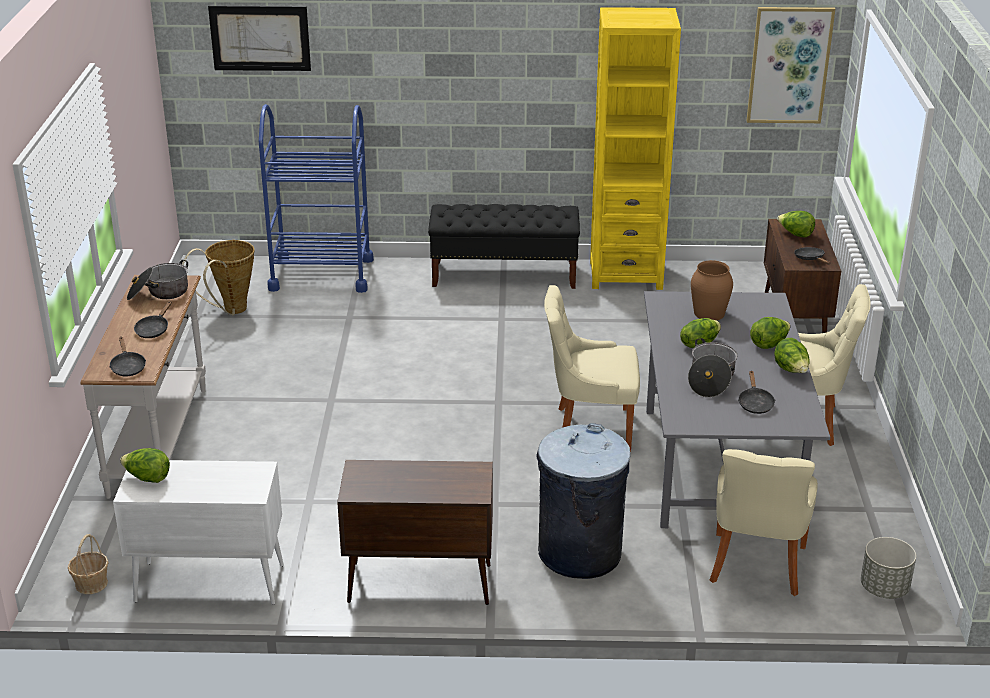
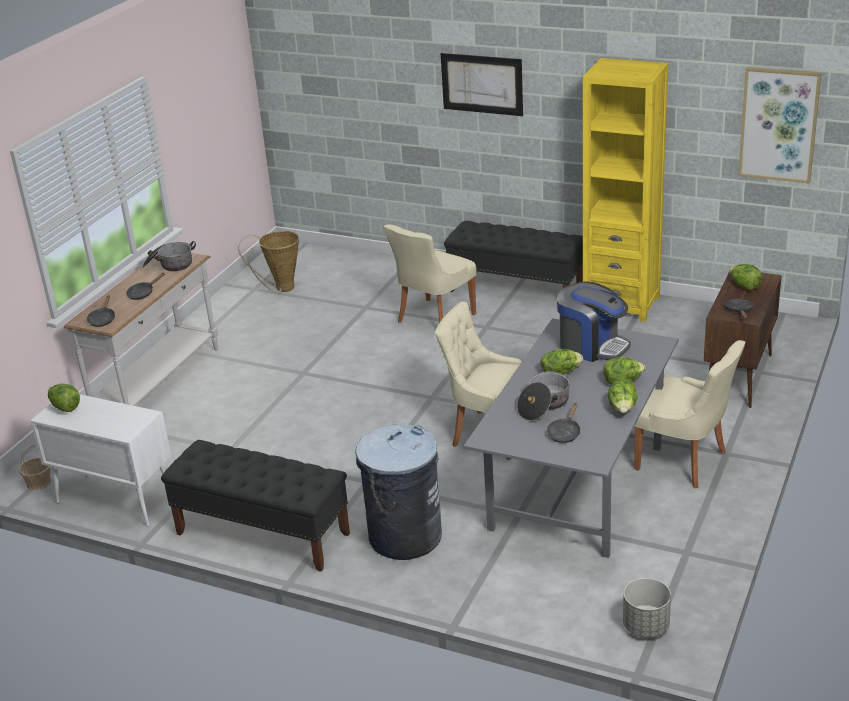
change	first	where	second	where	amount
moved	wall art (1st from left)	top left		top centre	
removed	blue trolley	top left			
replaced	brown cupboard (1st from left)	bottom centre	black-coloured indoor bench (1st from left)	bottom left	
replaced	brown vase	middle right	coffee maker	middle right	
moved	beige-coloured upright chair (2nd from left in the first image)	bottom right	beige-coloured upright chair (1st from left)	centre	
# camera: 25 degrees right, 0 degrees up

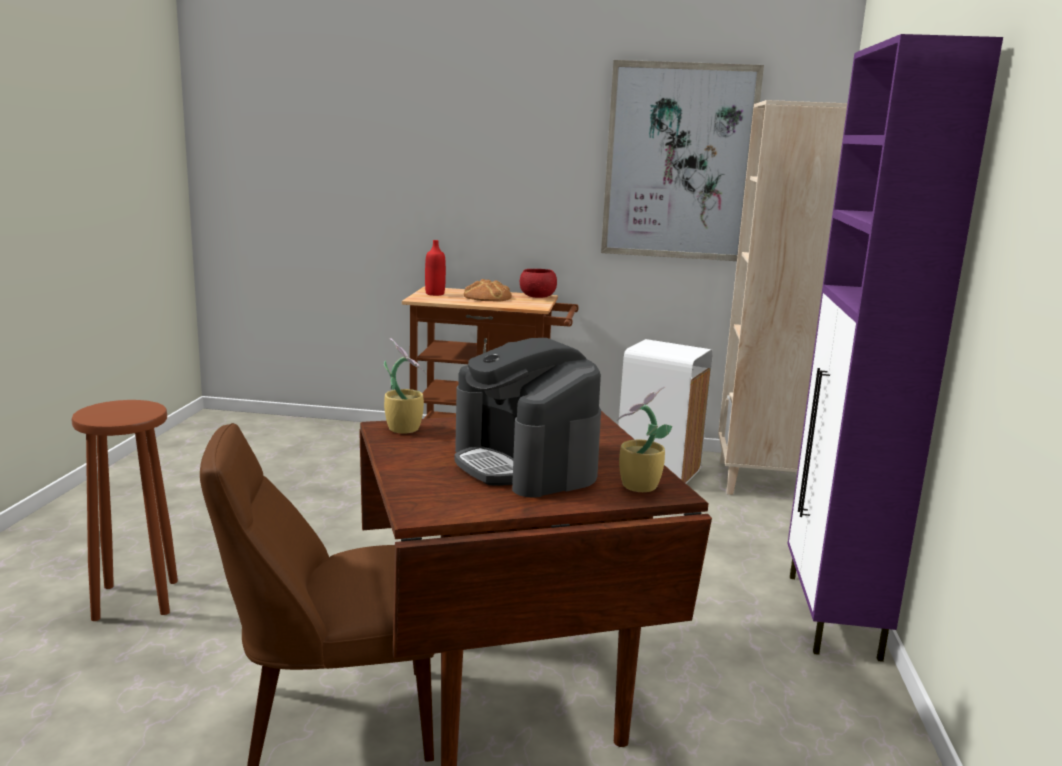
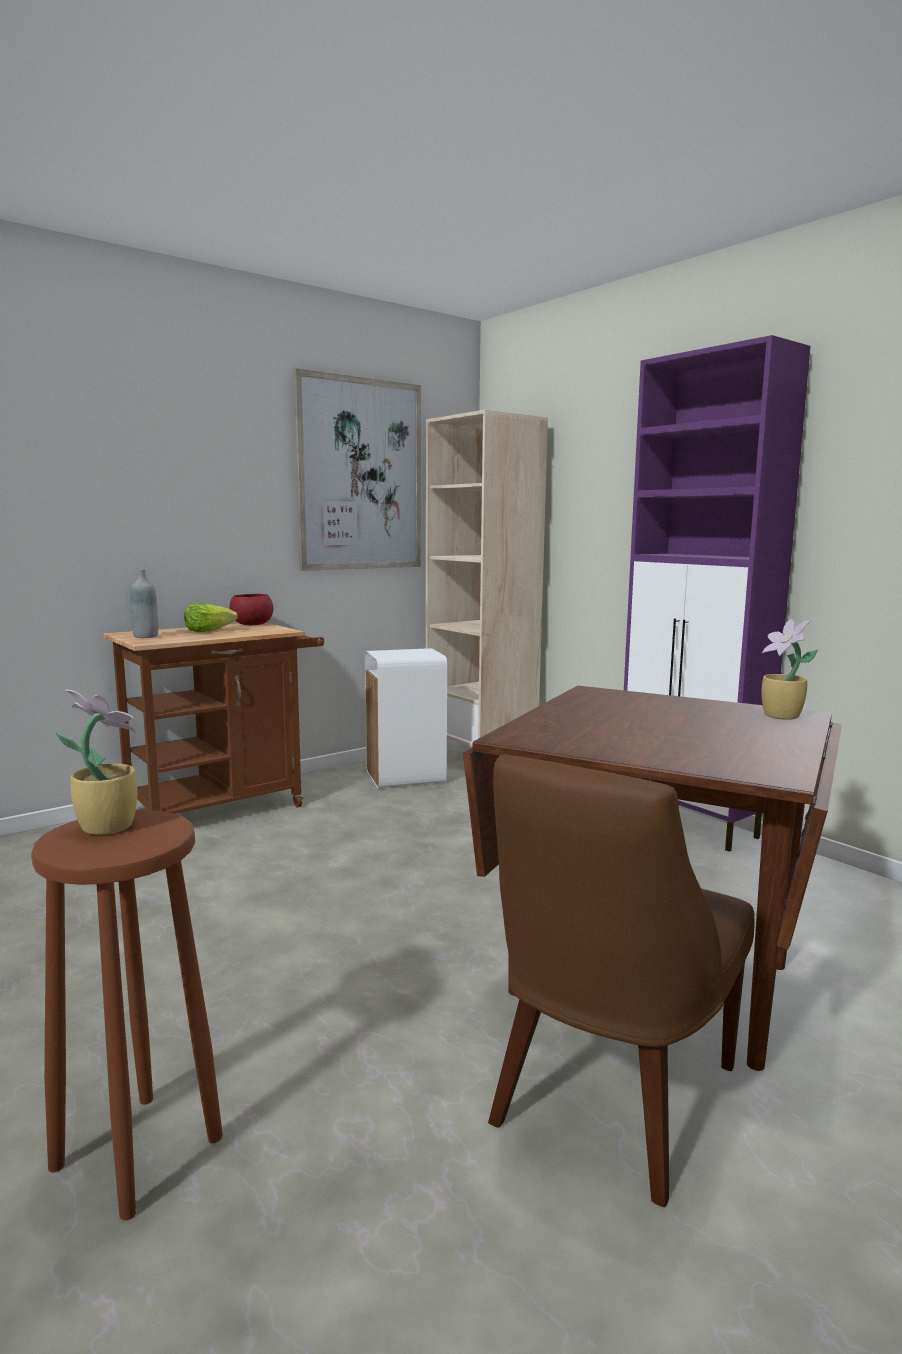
change	first	where	second	where	amount
moved	potted plant (1st from left)	centre		middle left	
recoloured	reddish bottle	centre	gray bottle	middle left	
removed	coffee maker	centre			
replaced	bakery bread	centre	lettuce	middle left	
# camera: 45 degrees left, 5 degrees down

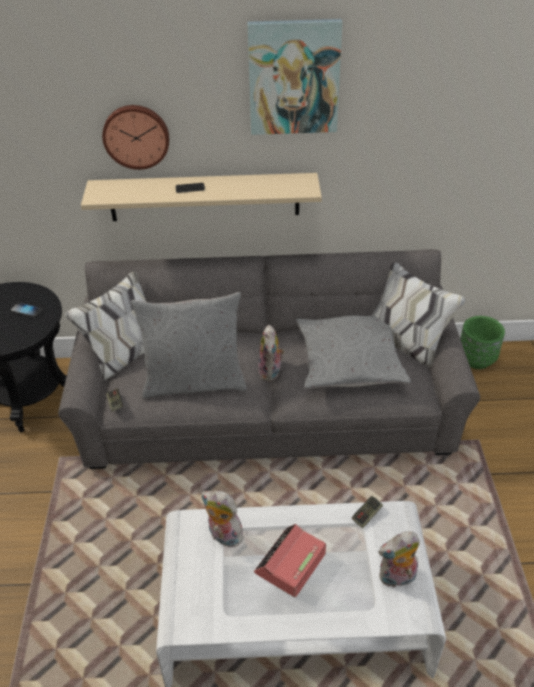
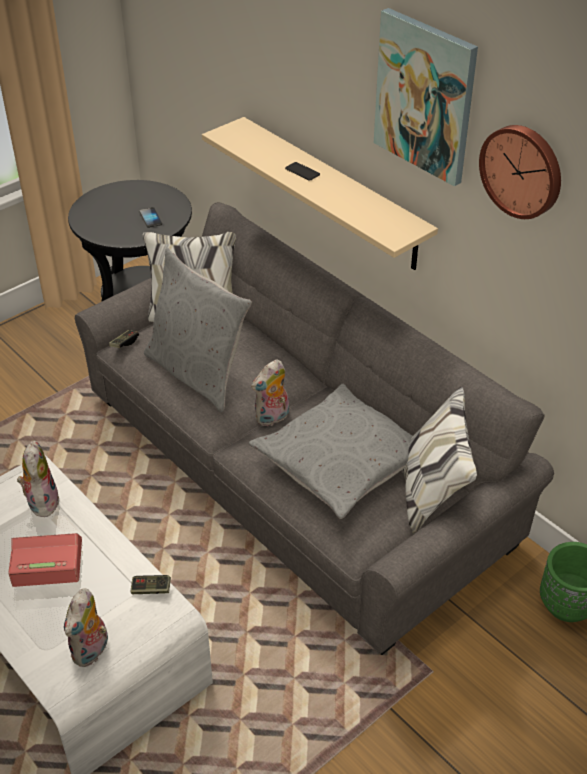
change	first	where	second	where	amount
moved	hanging clock	top left		top right	
turned	soft toy (3rd from left in the first image)	bottom right	soft toy (2nd from left)	bottom left	105 degrees counterclockwise
# camera: 50 degrees right, 0 degrees up

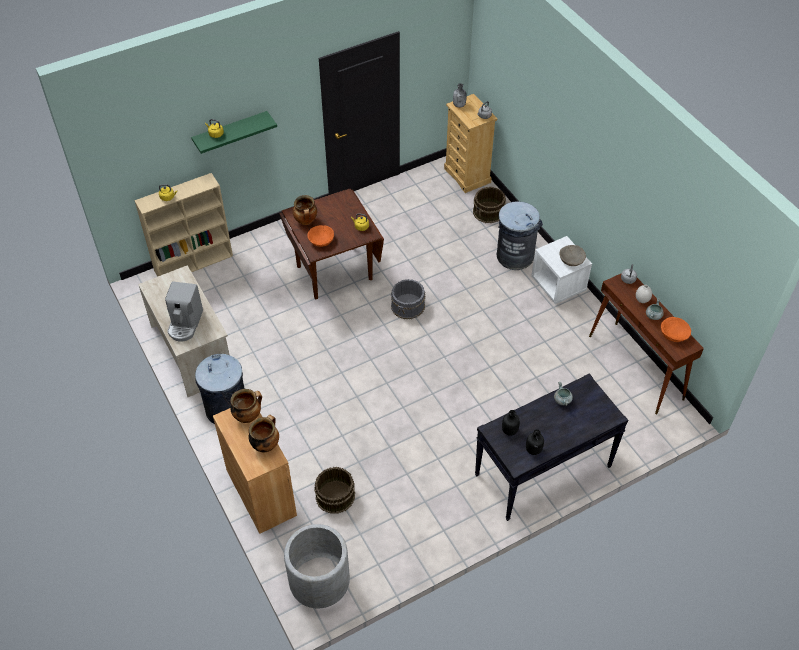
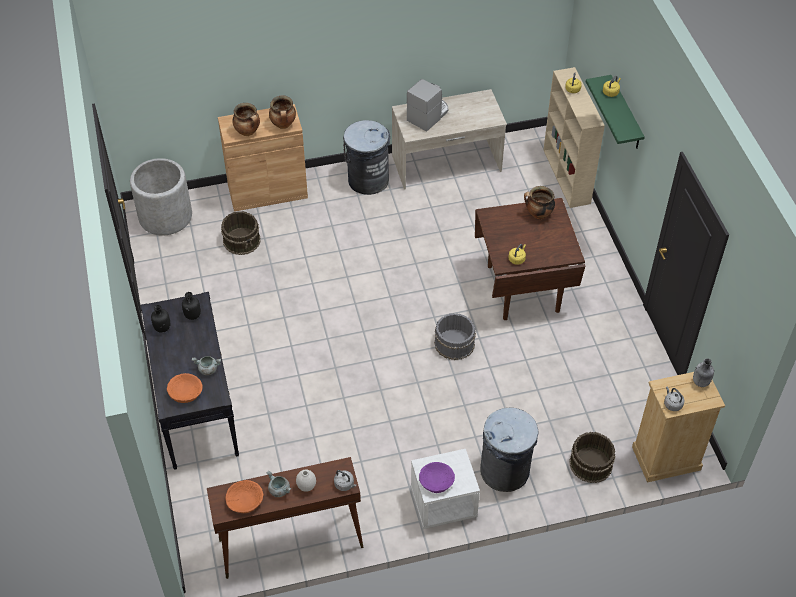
change	first	where	second	where	amount
turned	coffee maker	middle left		top centre	105 degrees clockwise
moved	orange serving bowl (1st from left)	centre		middle left	
recoloured	beige-coloured serving bowl	middle right	purple-coloured serving bowl	bottom centre	
# camera: 105 degrees right, 0 degrees up

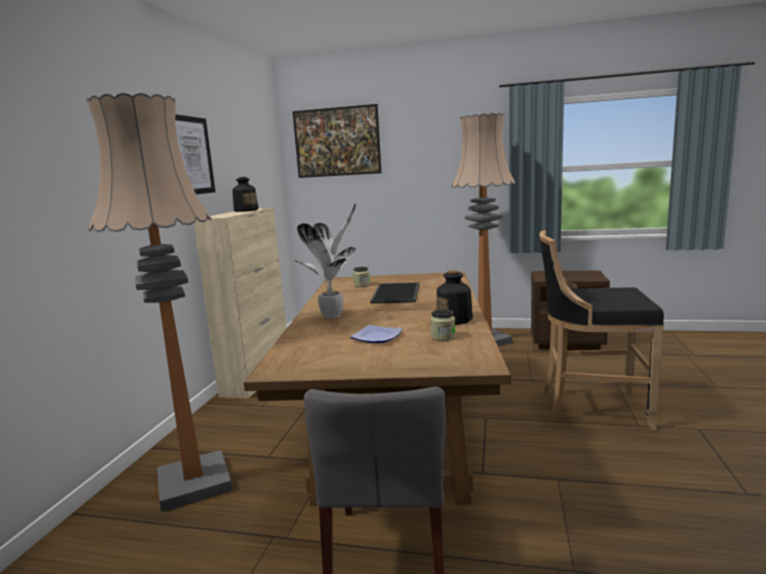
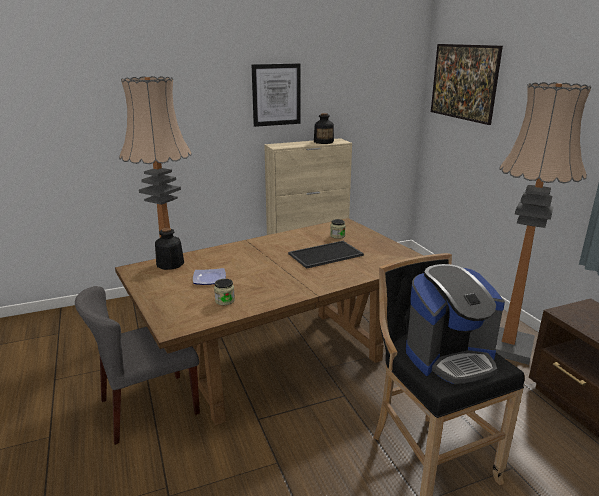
change	first	where	second	where	amount
removed	potted plant	centre			
moved	bottle (2nd from left in the first image)	centre	bottle (1st from left)	middle left	
added			coffee maker	middle right	
# camera: 55 degrees right, 10 degrees up

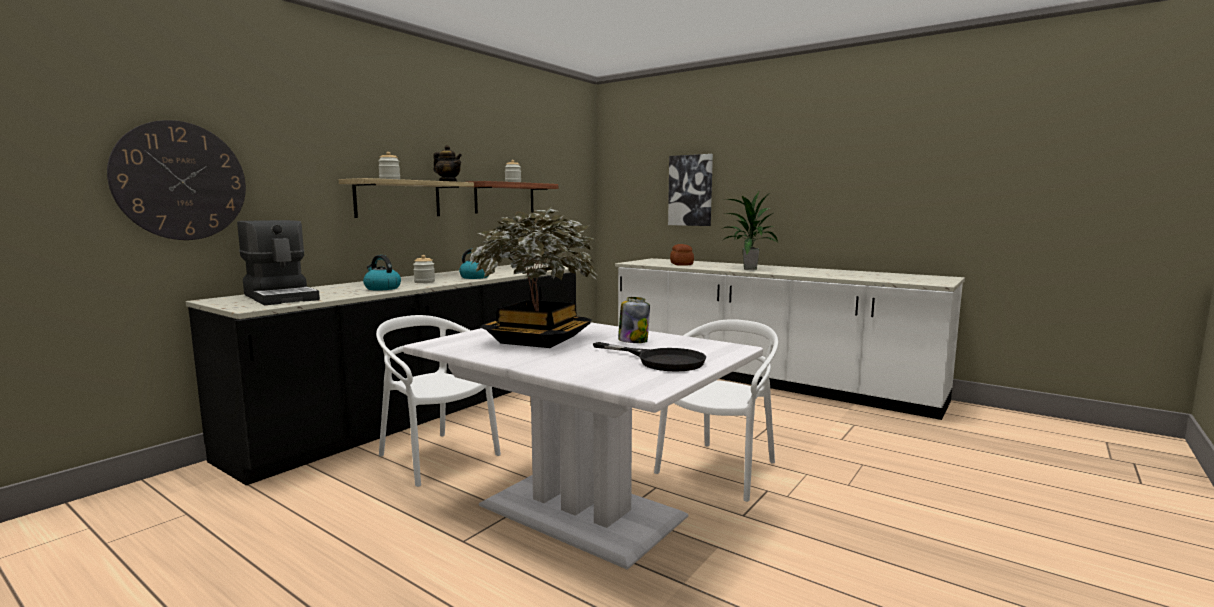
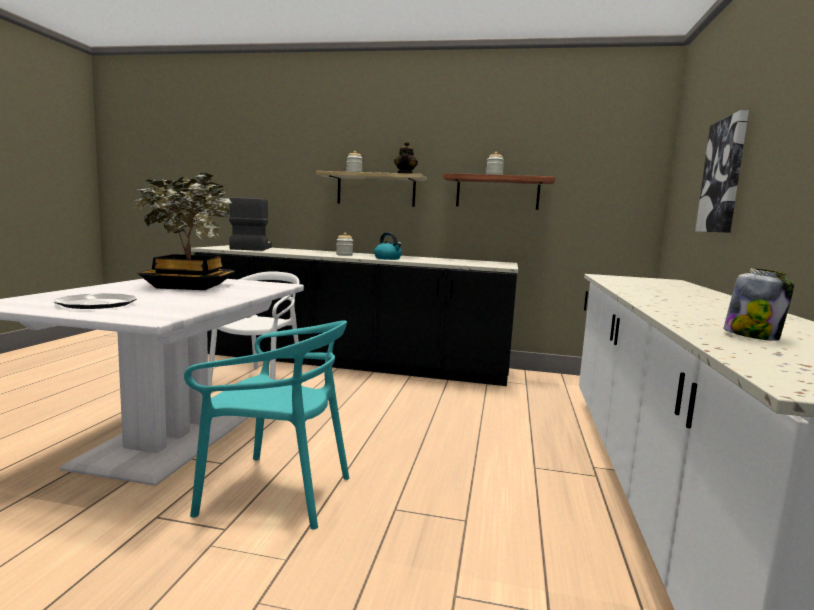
change	first	where	second	where	amount
removed	hanging clock	top left			
turned	coffee maker	middle left		middle left	150 degrees clockwise
removed	tea kettle (1st from left)	middle left			
replaced	black-coloured skillet	centre	dinner plate	middle left	
moved	storage jar (4th from left)	centre		middle right	
recoloured	whitish upright chair (2nd from left)	bottom centre	turquoise upright chair	bottom left	
removed	bakery bread	centre			
removed	potted plant (2nd from left)	centre			
# camera: 65 degrees right, 0 degrees up

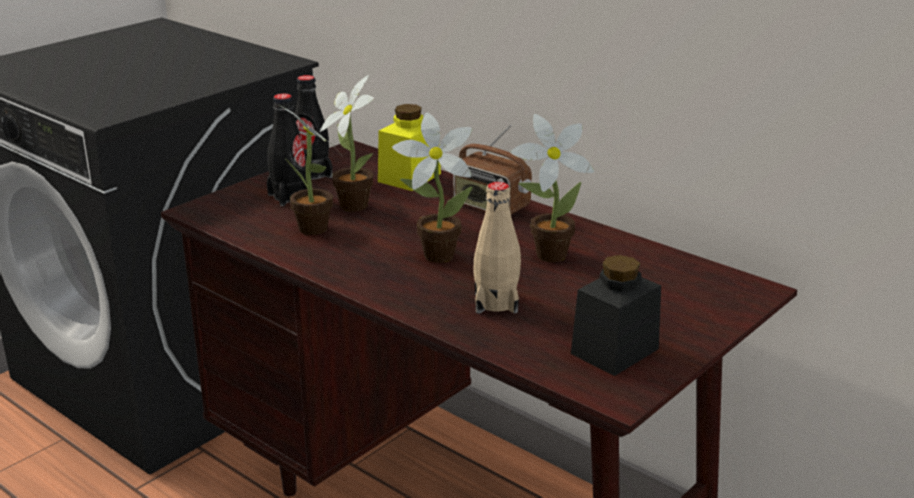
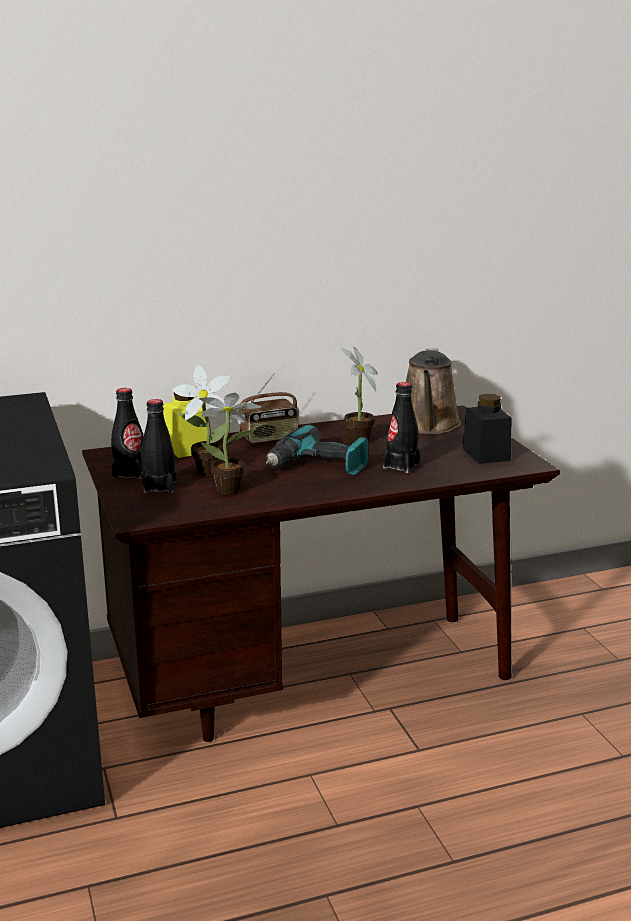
change	first	where	second	where	amount
replaced	potted plant (3rd from left)	centre	electric drill	centre	
recoloured	beige-coloured bottle	centre	black-coloured bottle (3rd from left)	centre	
added			brown watering can	middle right	
# camera: 60 degrees left, 5 degrees down

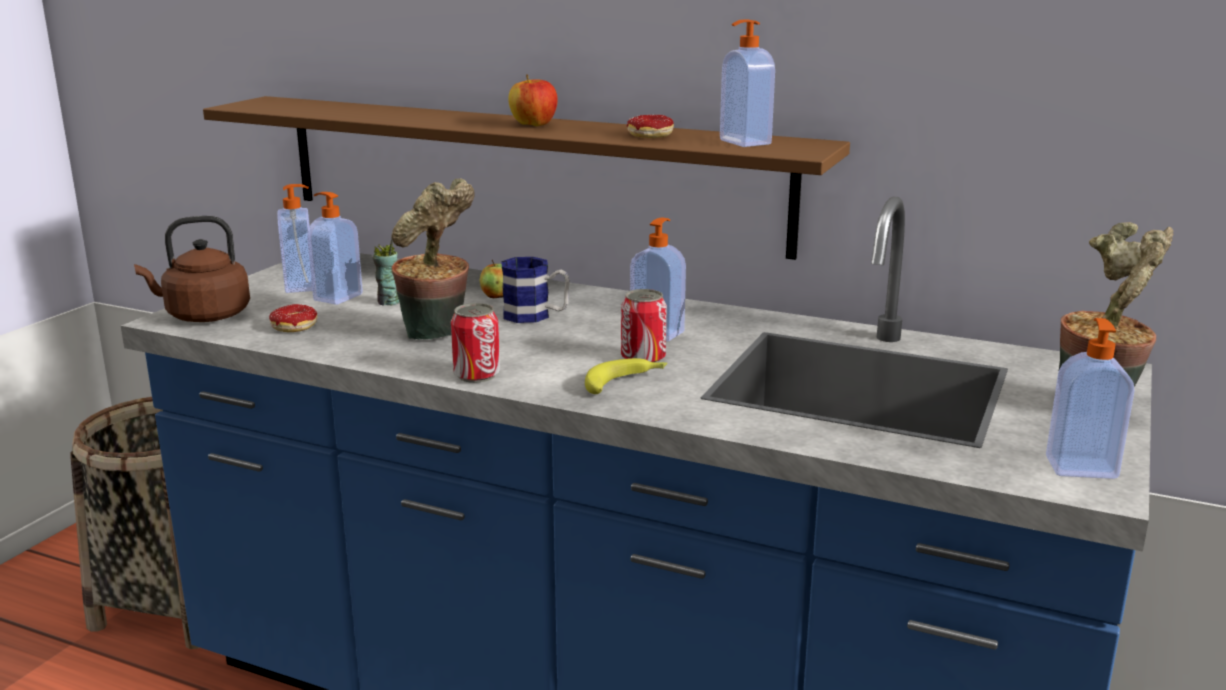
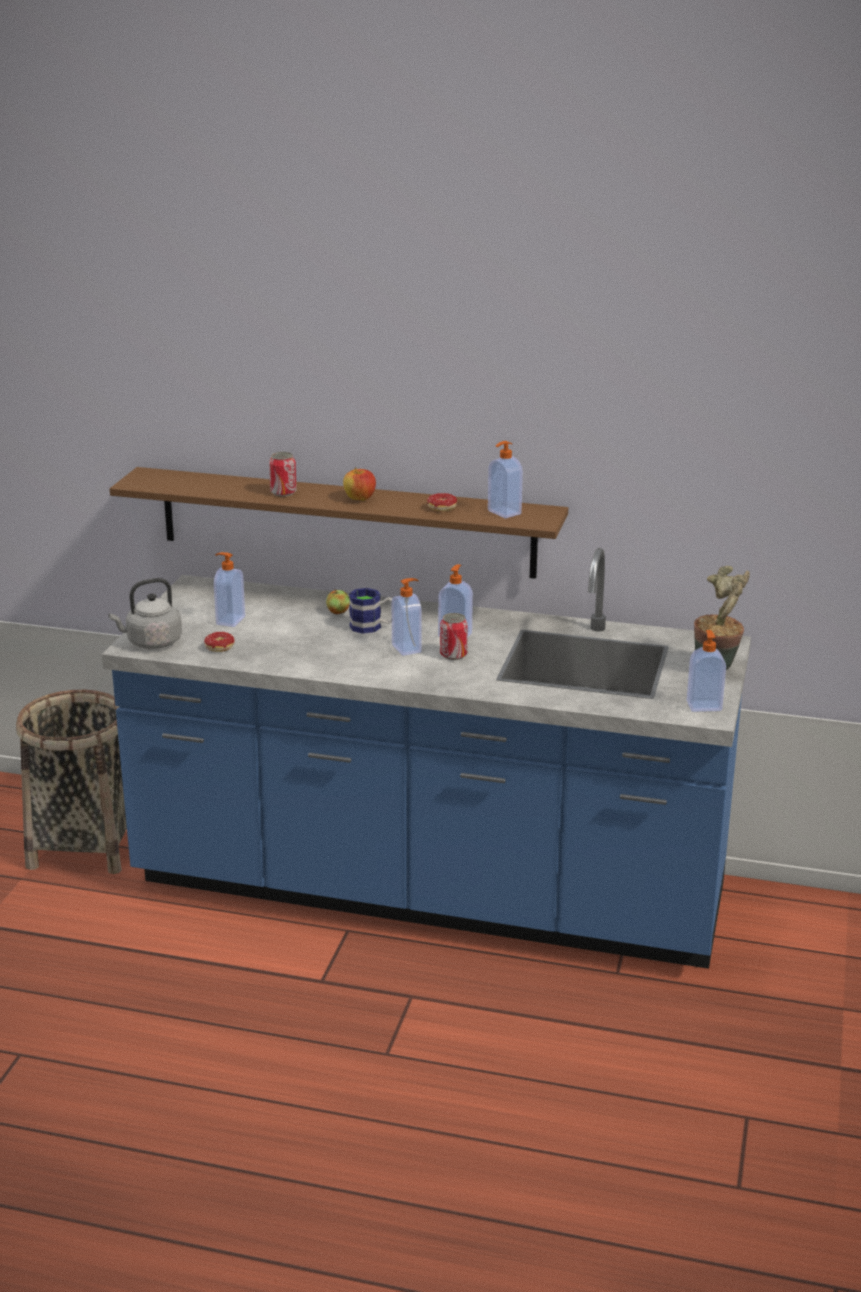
change	first	where	second	where	amount
recoloured	brown tea kettle	middle left	gray tea kettle	middle left	
moved	soap bottle (1st from left in the first image)	middle left	soap bottle (2nd from left)	centre	
removed	cup	middle left			
removed	potted plant (1st from left)	centre			
moved	sealed can (1st from left)	centre		middle left	
removed	banana	centre			
# camera: 10 degrees left, 5 degrees up

